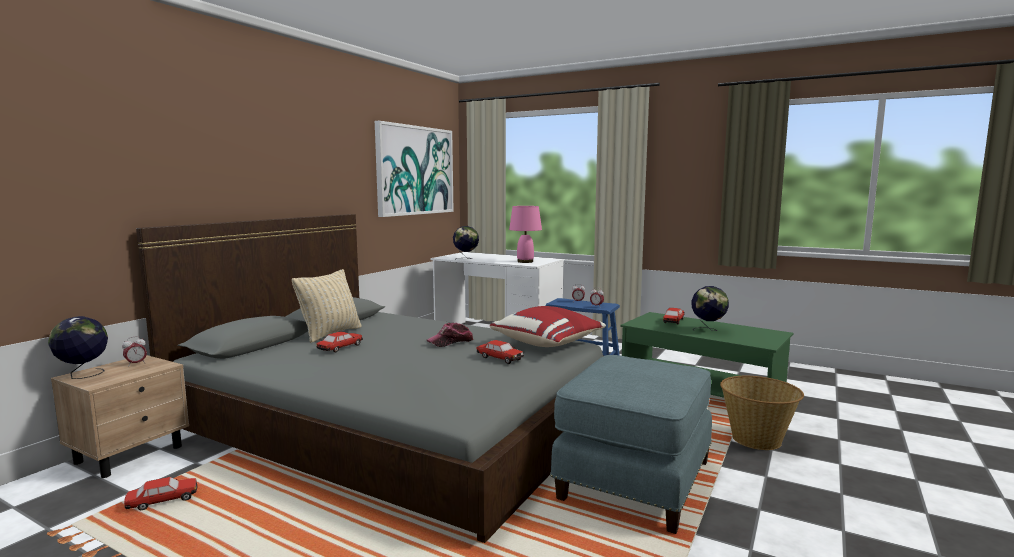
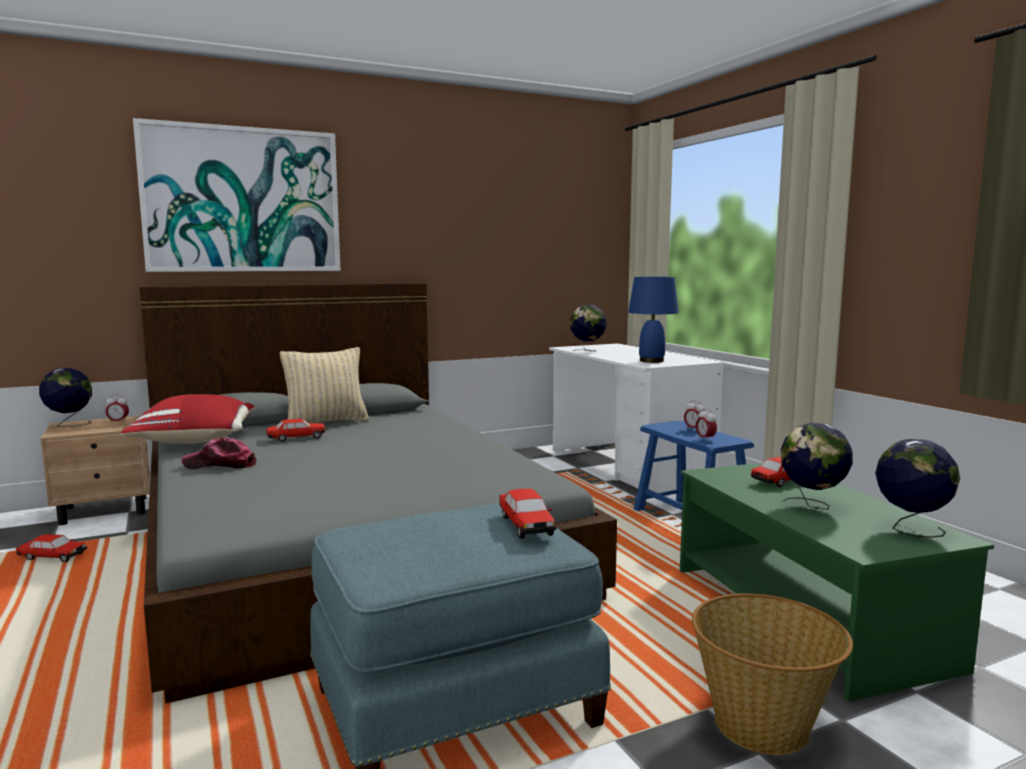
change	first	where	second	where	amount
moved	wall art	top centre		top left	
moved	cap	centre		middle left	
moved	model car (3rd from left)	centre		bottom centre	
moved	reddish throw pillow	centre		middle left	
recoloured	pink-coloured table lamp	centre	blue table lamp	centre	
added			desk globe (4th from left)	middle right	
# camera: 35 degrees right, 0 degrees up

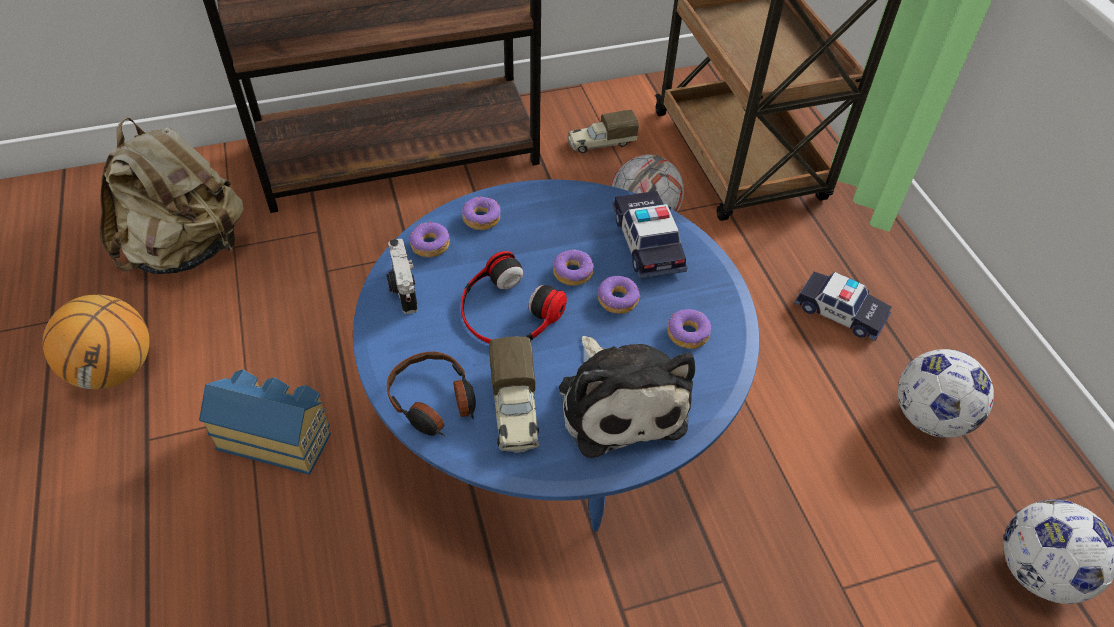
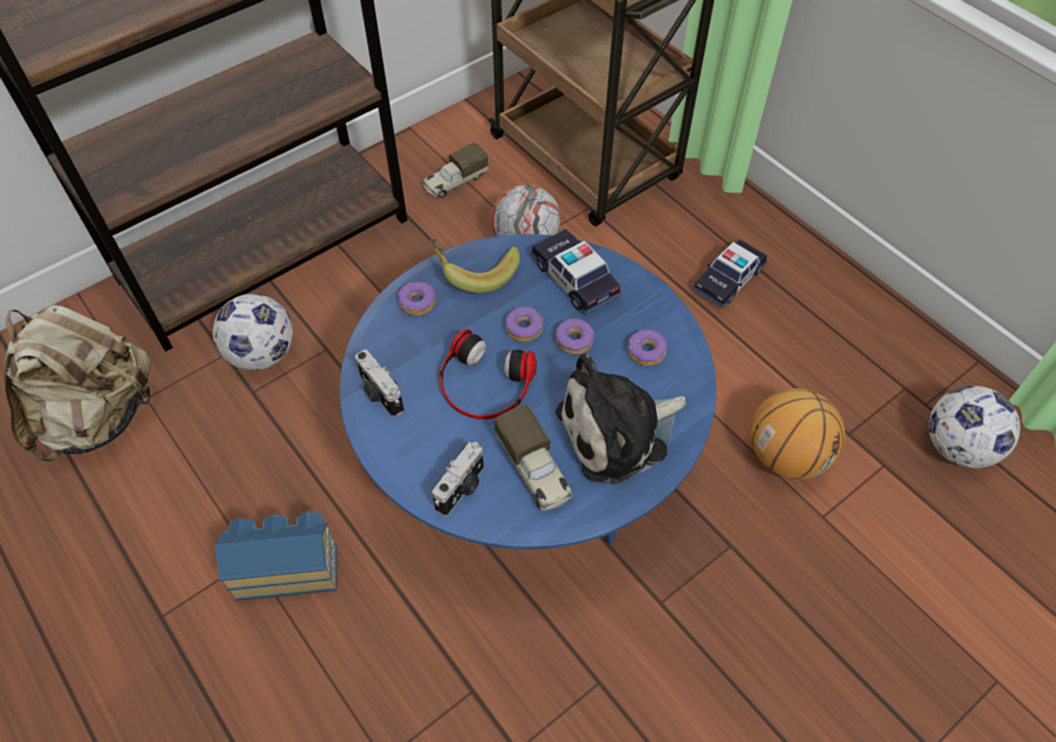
change	first	where	second	where	amount
moved	basketball ball	middle left		middle right	
replaced	headphones (1st from left)	centre	still camera (2nd from left)	centre	
removed	doughnut (1st from left)	centre			
turned	soft toy	centre		centre	105 degrees clockwise
turned	model car (2nd from left)	middle right		middle right	120 degrees clockwise
moved	football ball (2nd from left in the first image)	middle right	football ball (1st from left)	middle left	
added			banana	centre	
# camera: 20 degrees left, 5 degrees up

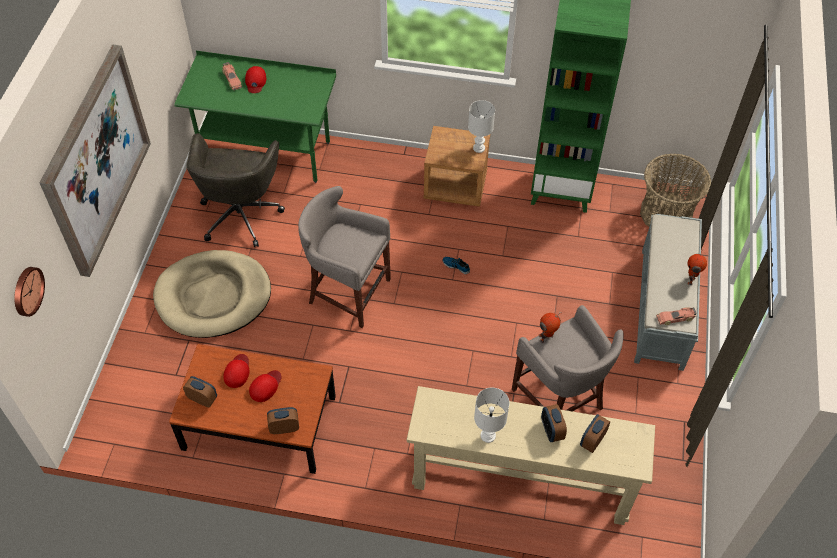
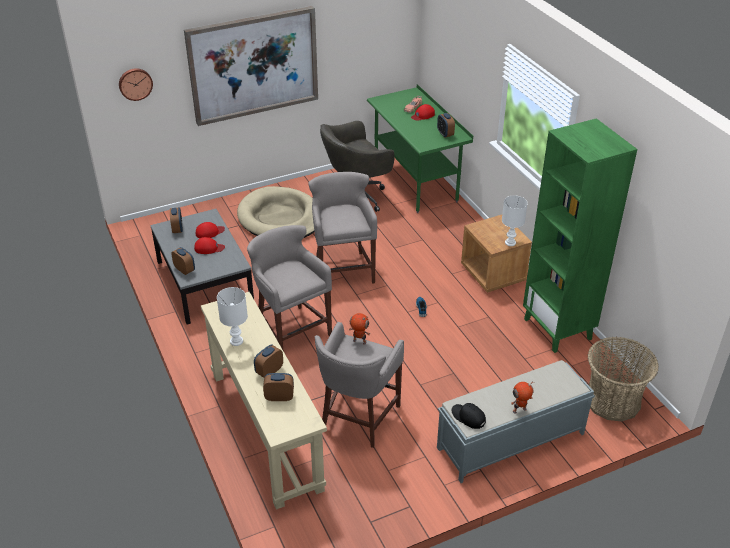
change	first	where	second	where	amount
recoloured	brown lounge table	bottom left	gray lounge table	middle left	
replaced	model car (2nd from left)	middle right	black-coloured cap	bottom centre	
added			gray stool seat (1st from left)	centre	
added			alarm clock (5th from left)	top centre	
# camera: 55 degrees right, 15 degrees down

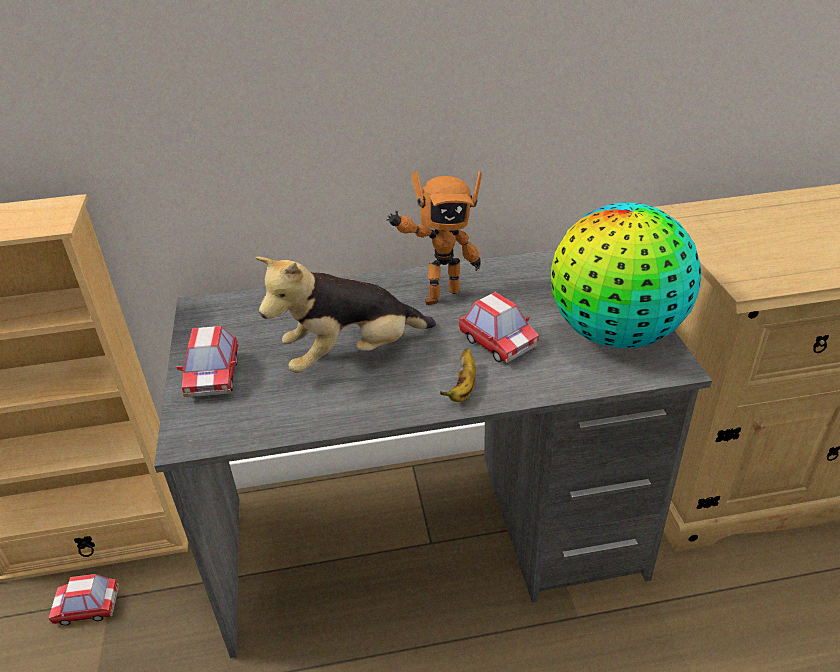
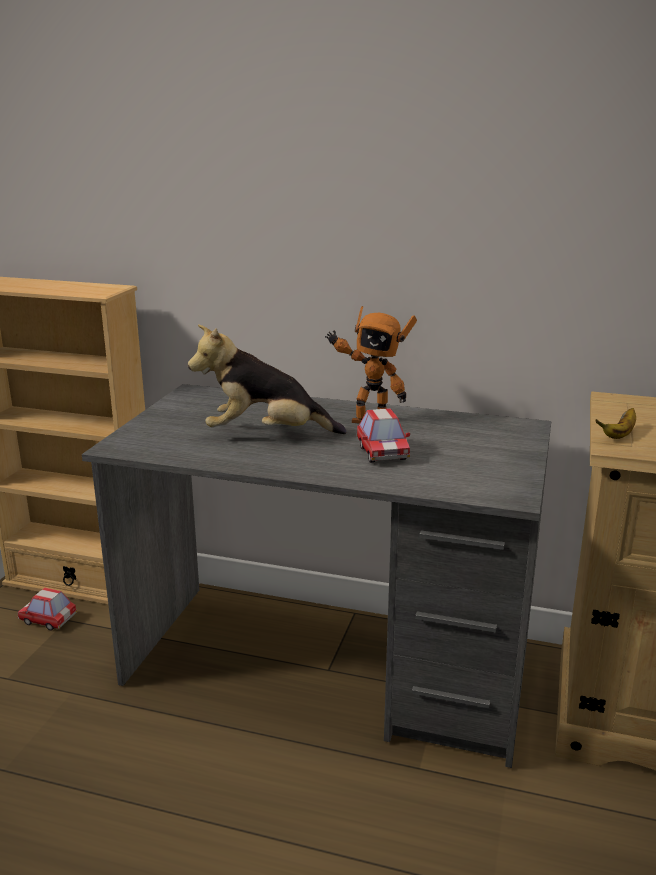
change	first	where	second	where	amount
removed	model car (2nd from left)	middle left			
moved	banana	centre		middle right	
removed	desk globe	middle right			
# camera: 25 degrees right, 15 degrees down

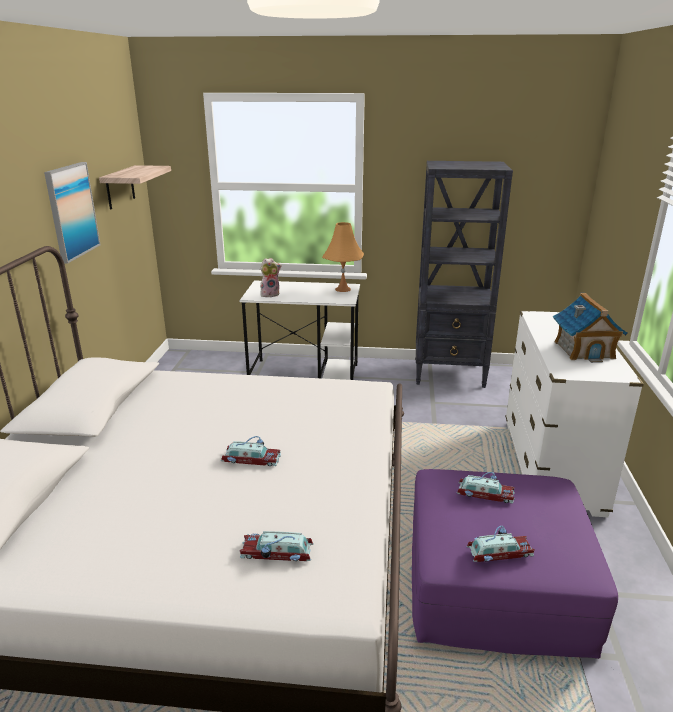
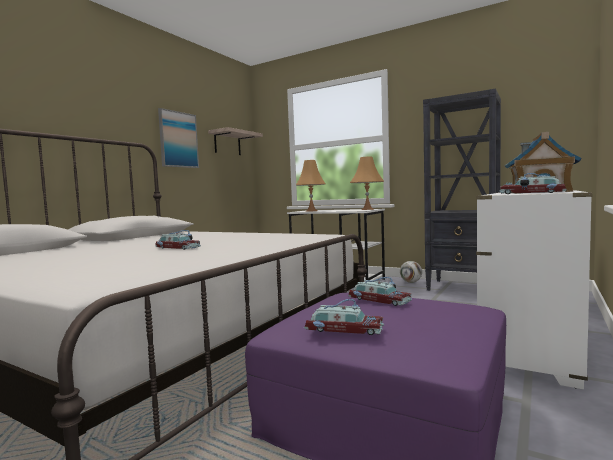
change	first	where	second	where	amount
moved	model car (2nd from left in the first image)	bottom centre	model car (4th from left)	middle right	
replaced	soft toy	centre	orange table lamp (1st from left)	centre	
added			football ball	middle right	
# camera: 25 degrees right, 20 degrees down

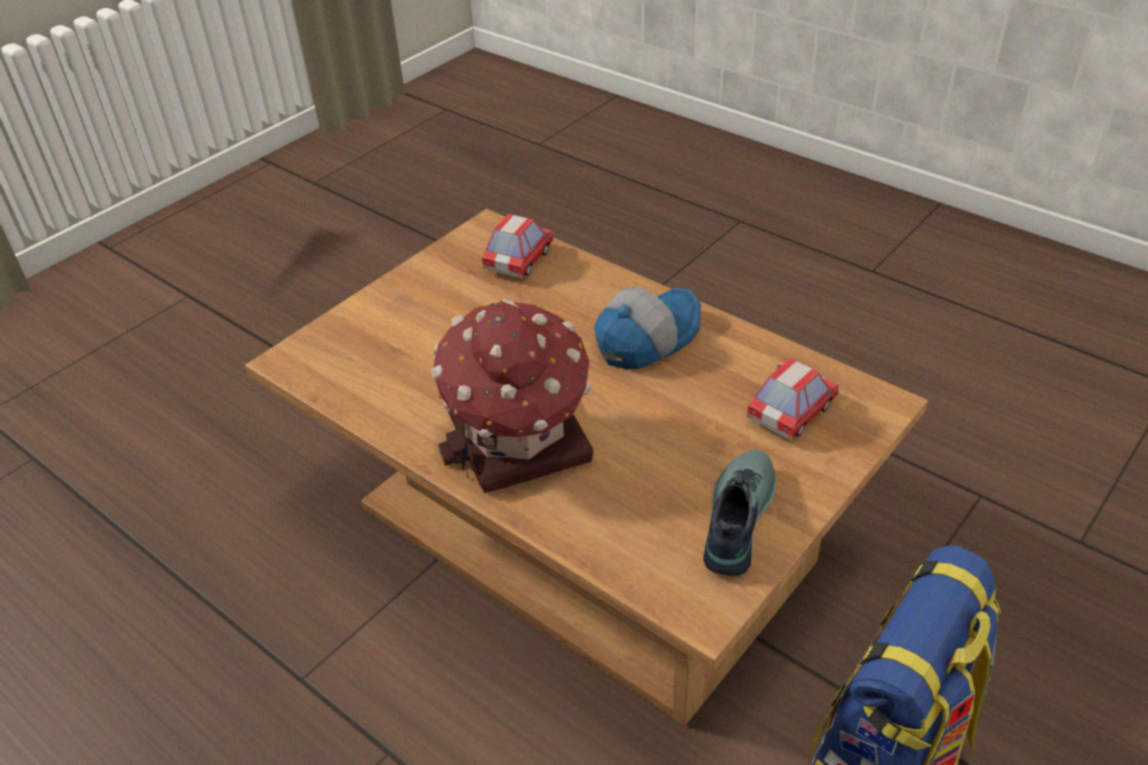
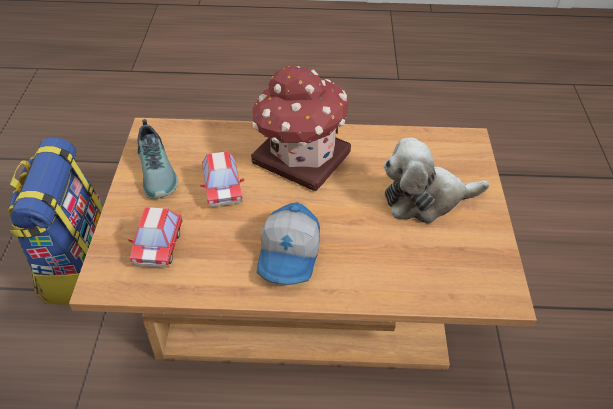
change	first	where	second	where	amount
moved	model car (1st from left in the first image)	top centre	model car (2nd from left)	centre	
added			soft toy	middle right	
# camera: 140 degrees right, 5 degrees up

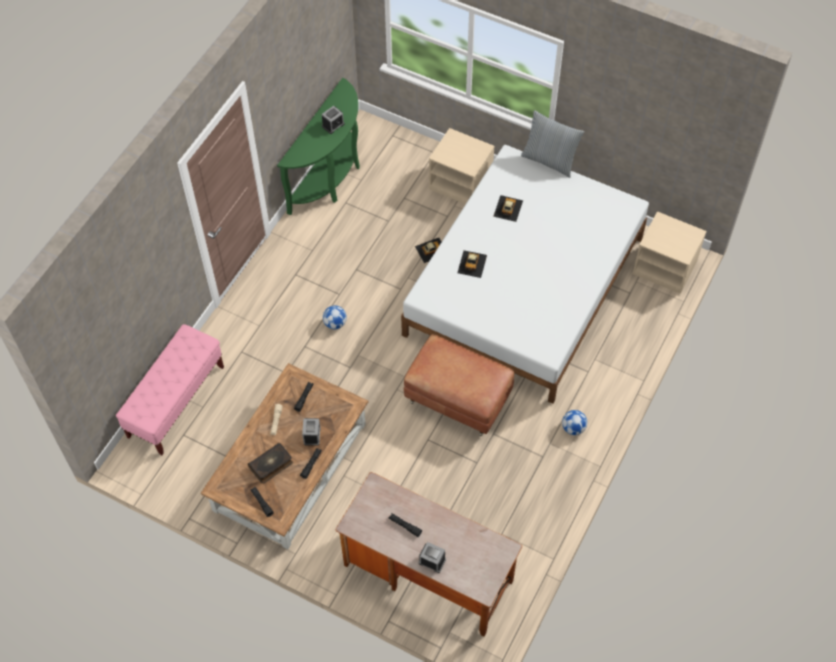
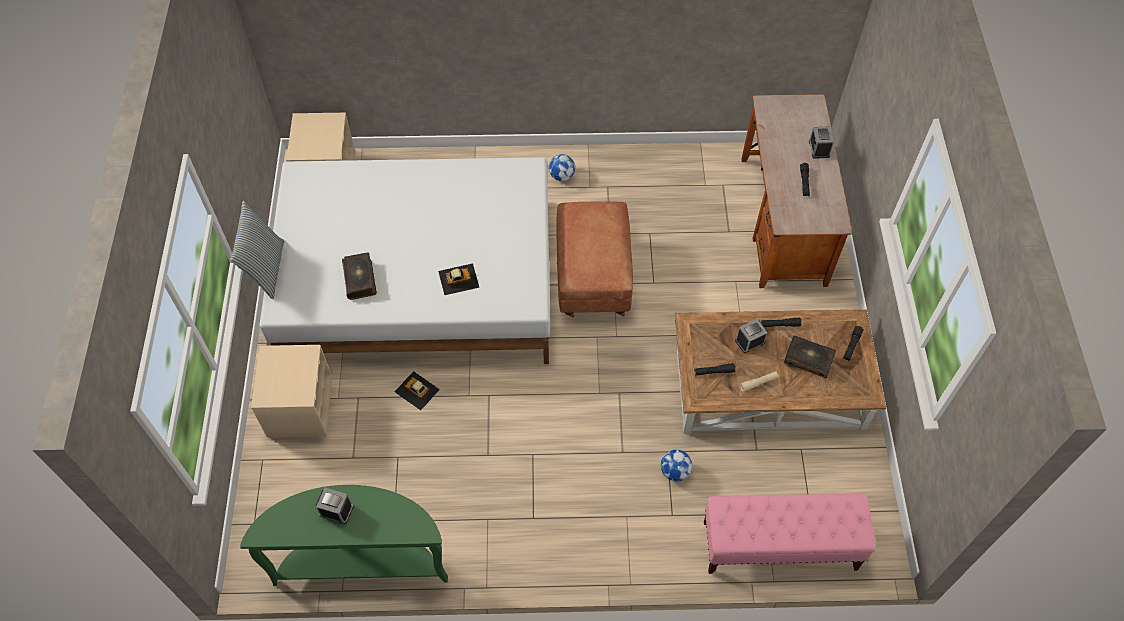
change	first	where	second	where	amount
moved	football ball (1st from left in the first image)	centre	football ball (2nd from left)	bottom centre	
replaced	model car (3rd from left)	top centre	bound book (1st from left)	middle left	
# camera: 120 degrees left, 0 degrees up

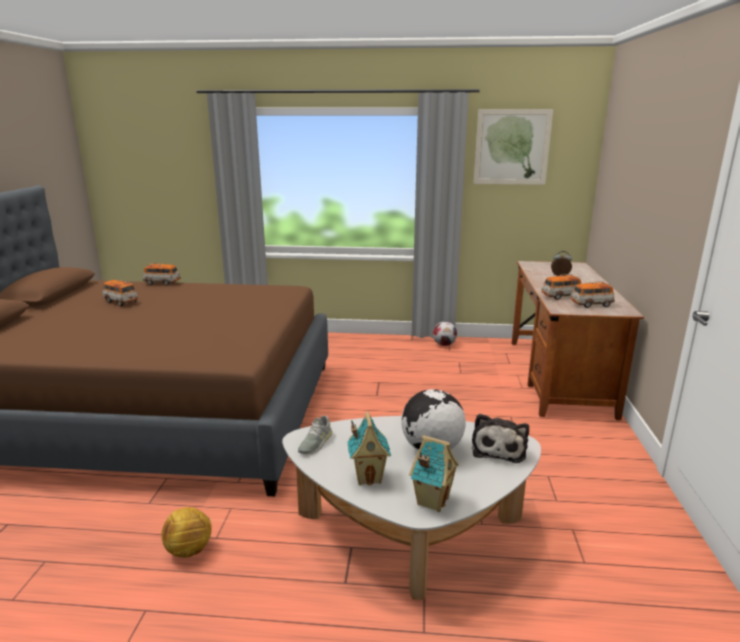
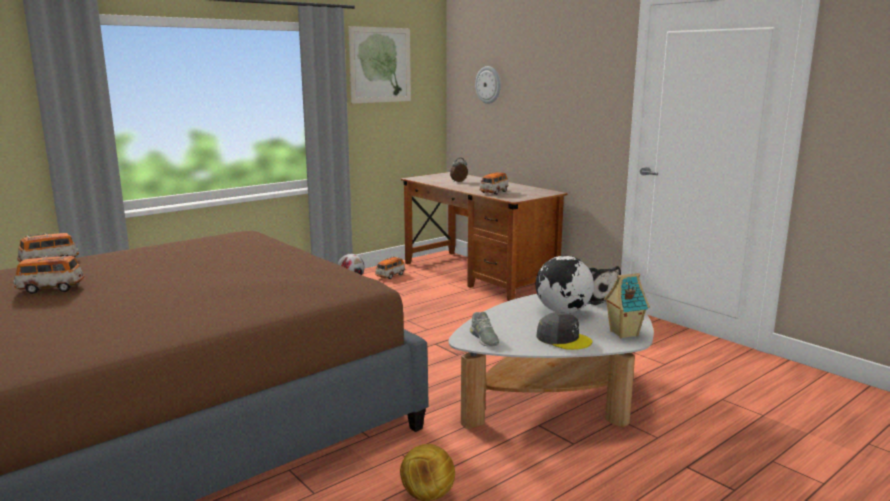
change	first	where	second	where	amount
replaced	toy house (1st from left)	bottom centre	gray cap	centre	
moved	model car (4th from left in the first image)	middle right	model car (3rd from left)	centre	
added			hanging clock	top centre	
# camera: 45 degrees left, 5 degrees down

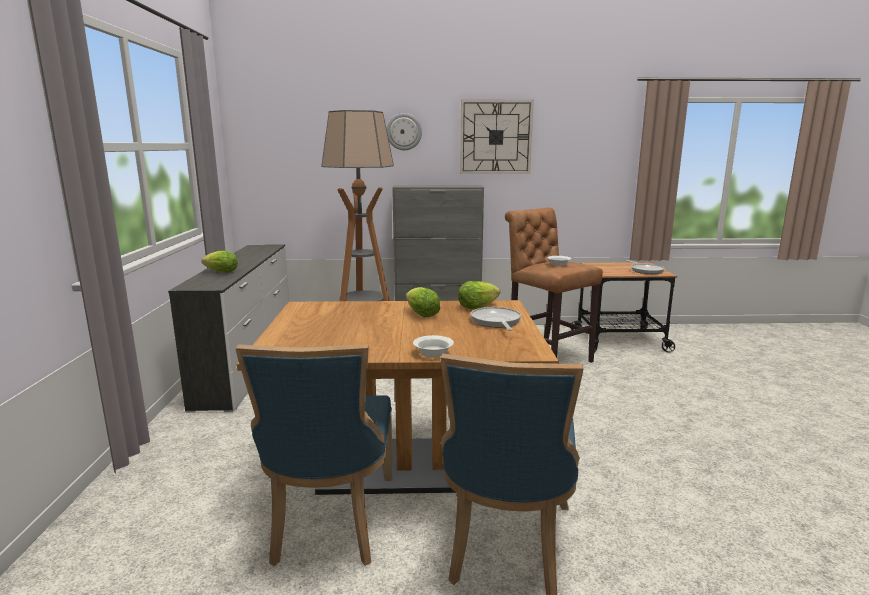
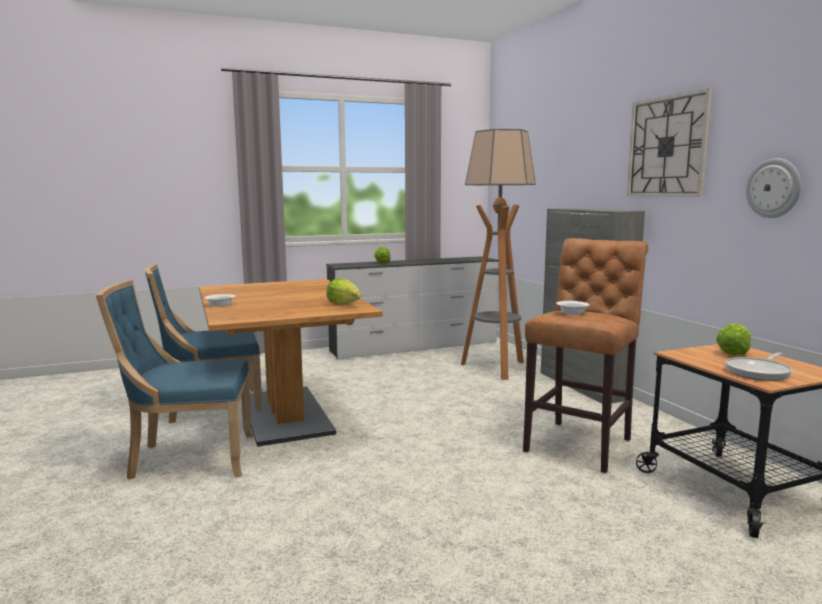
change	first	where	second	where	amount
moved	hanging clock (1st from left in the first image)	top centre	hanging clock (2nd from left)	top right	
moved	lettuce (2nd from left in the first image)	centre	lettuce (3rd from left)	middle right	
removed	skillet (1st from left)	centre			
# camera: 70 degrees right, 5 degrees down

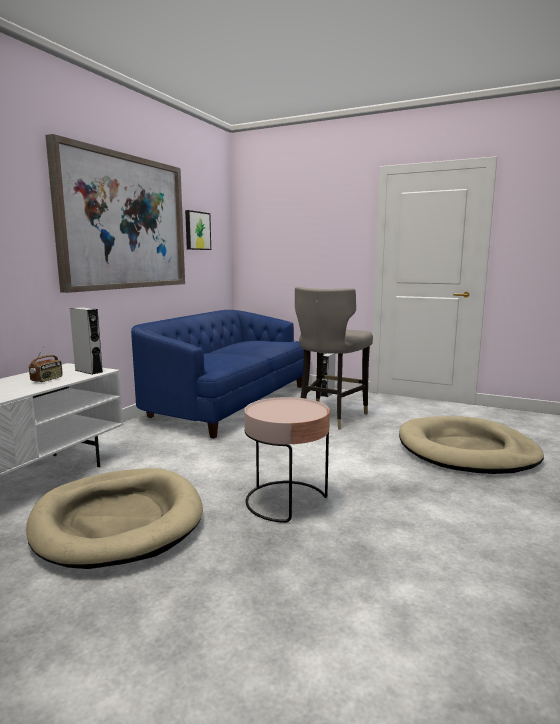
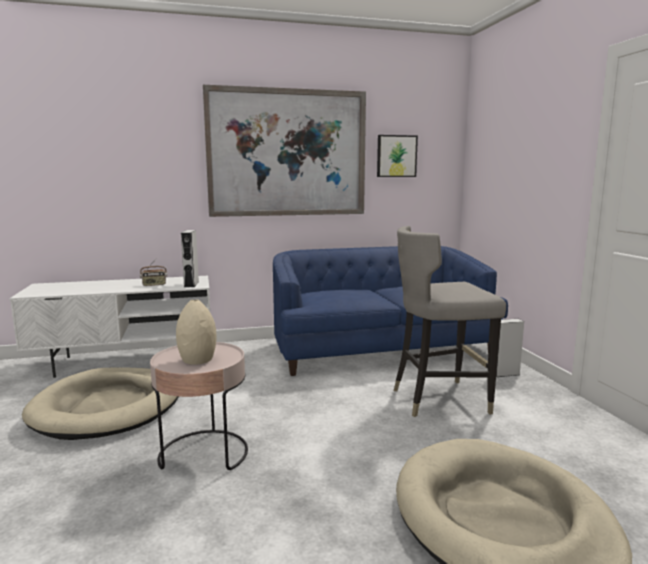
change	first	where	second	where	amount
added			beige-coloured vase	middle left	
# camera: 50 degrees right, 0 degrees up

